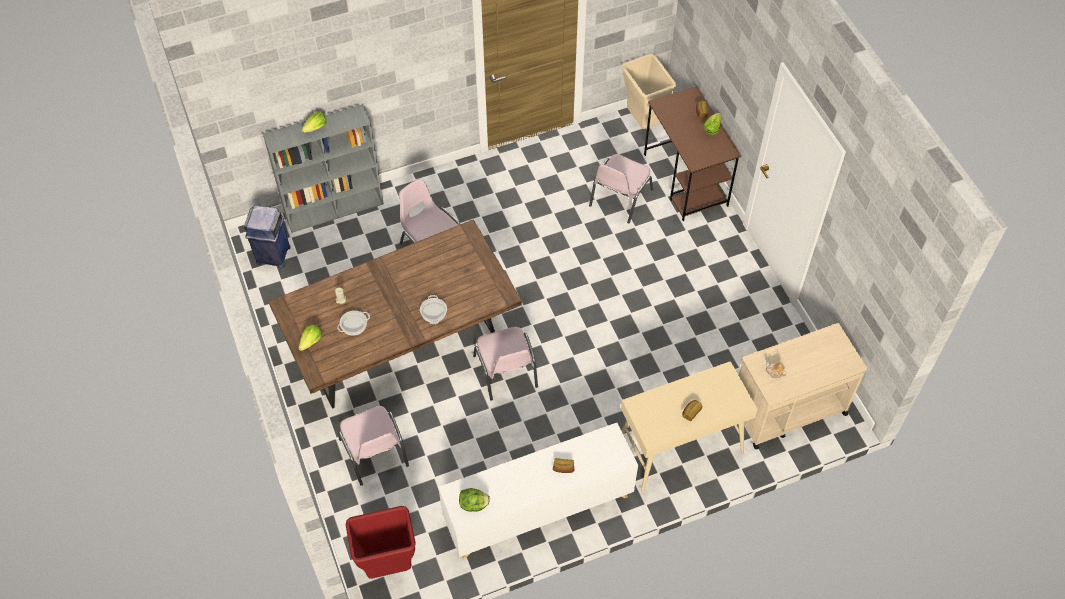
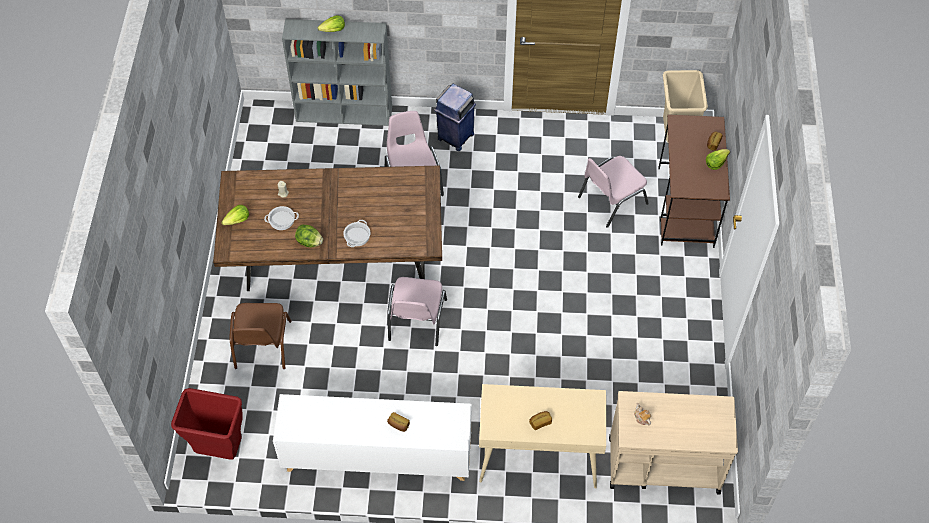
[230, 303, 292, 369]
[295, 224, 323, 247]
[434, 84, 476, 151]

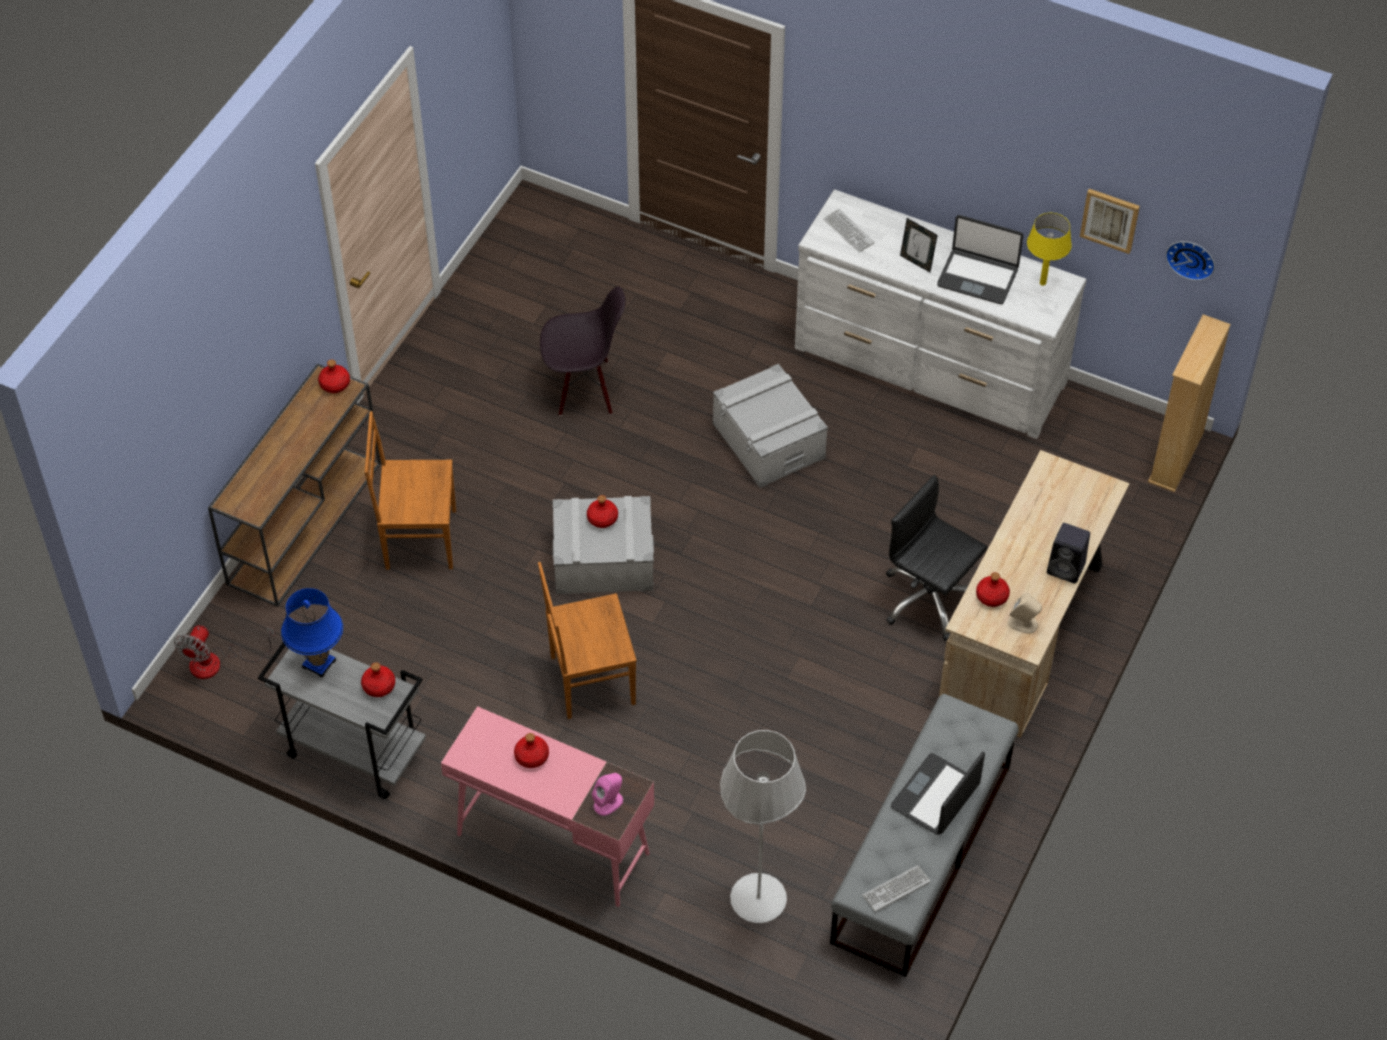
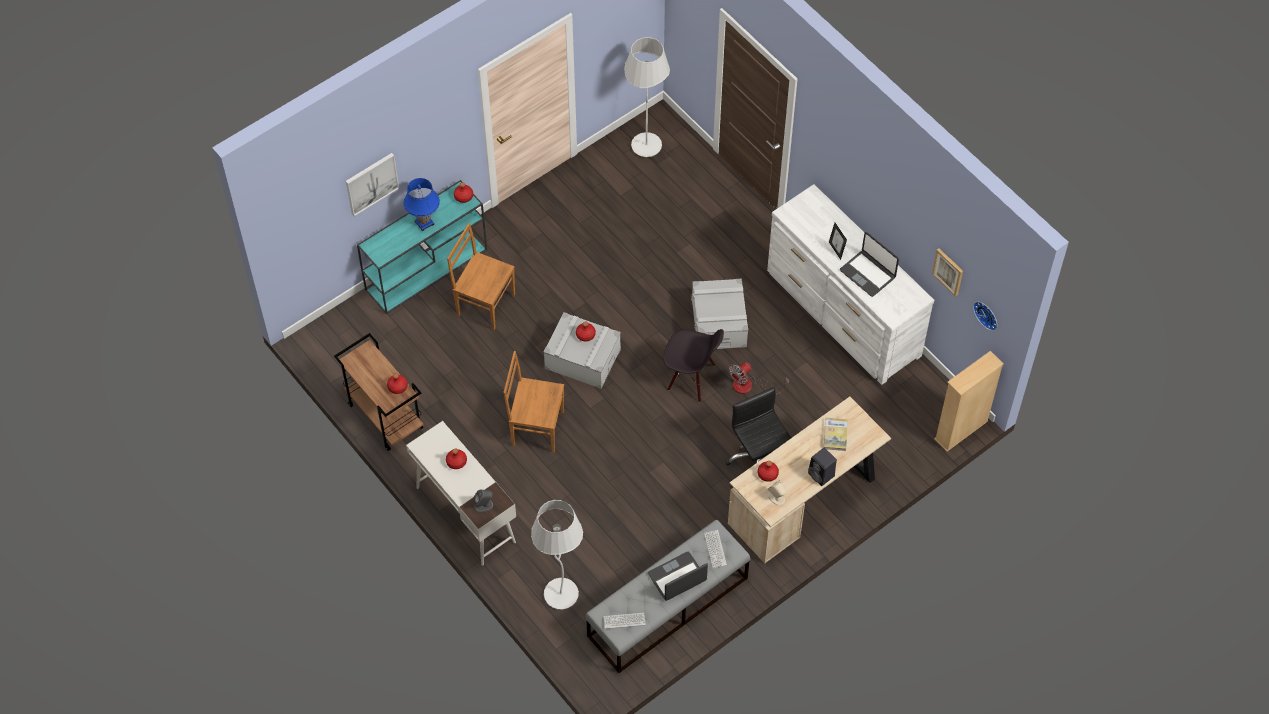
[334, 333, 423, 451]
[346, 153, 399, 216]
[357, 180, 487, 314]
[403, 178, 440, 231]
[406, 421, 516, 566]
[474, 490, 493, 512]
[624, 37, 670, 157]
[664, 329, 724, 402]
[704, 530, 727, 568]
[729, 362, 790, 394]
[824, 418, 848, 451]
[1027, 213, 1072, 286] (first image)

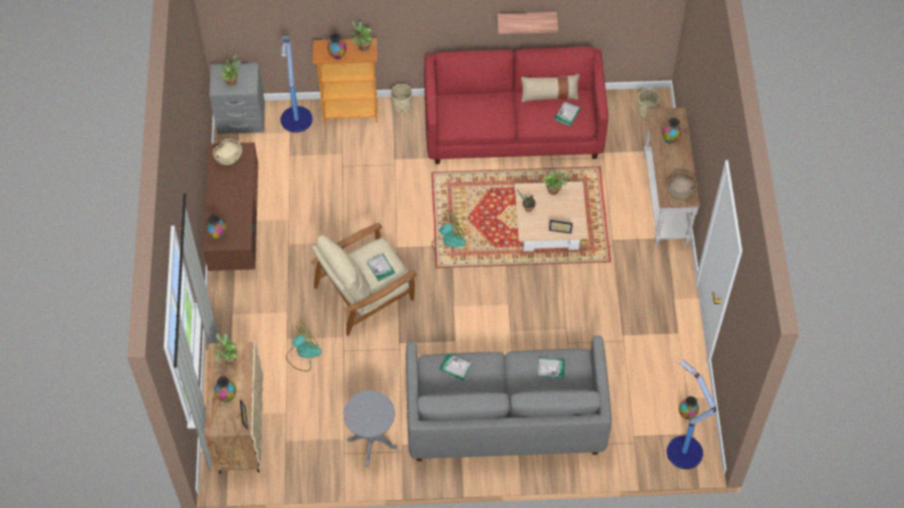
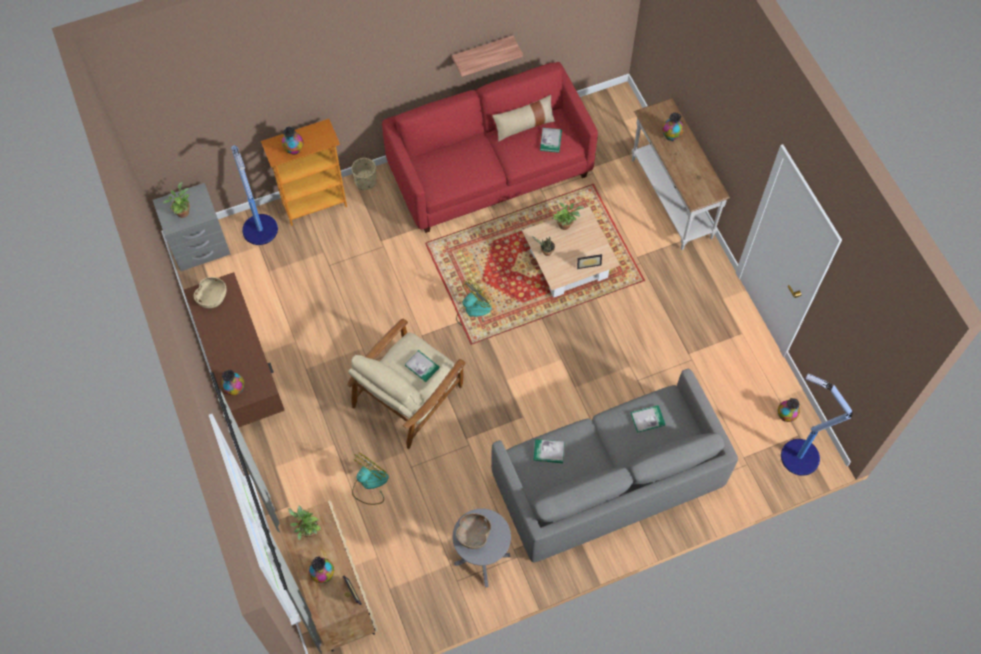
[456, 513, 491, 549]
[351, 21, 373, 51] (first image)
[637, 88, 660, 118] (first image)

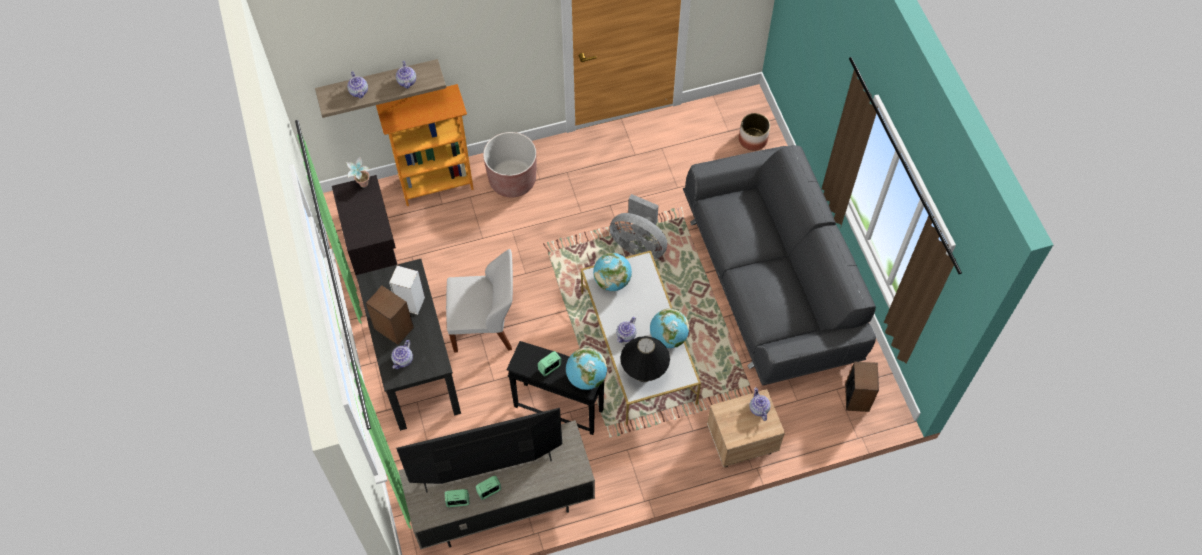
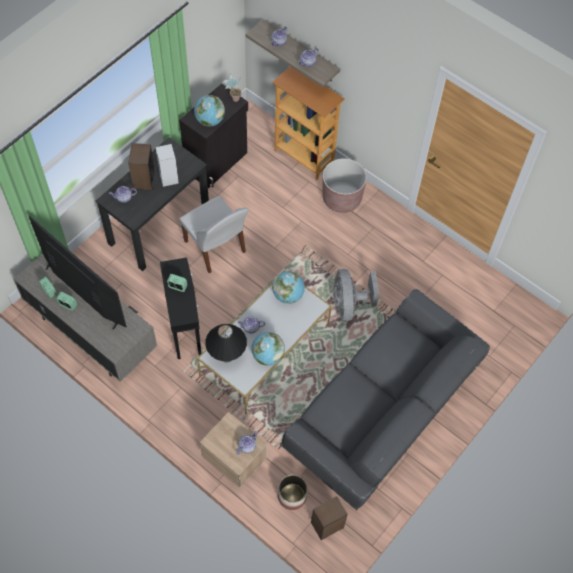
[194, 95, 225, 127]
[278, 475, 307, 510]

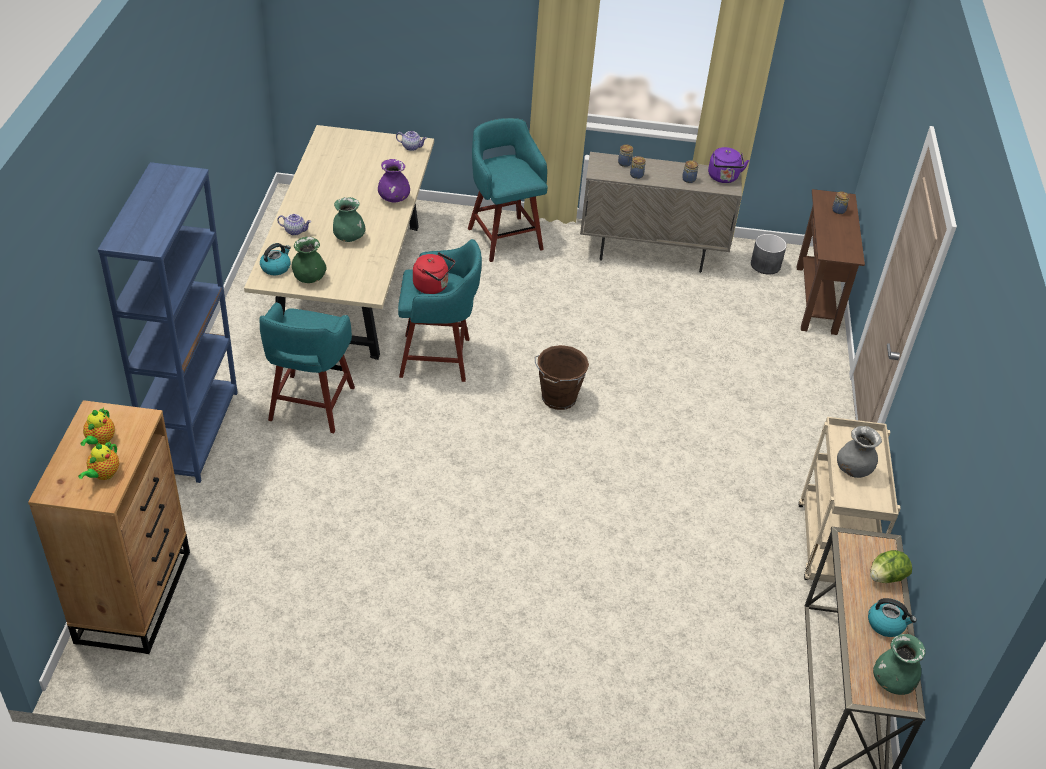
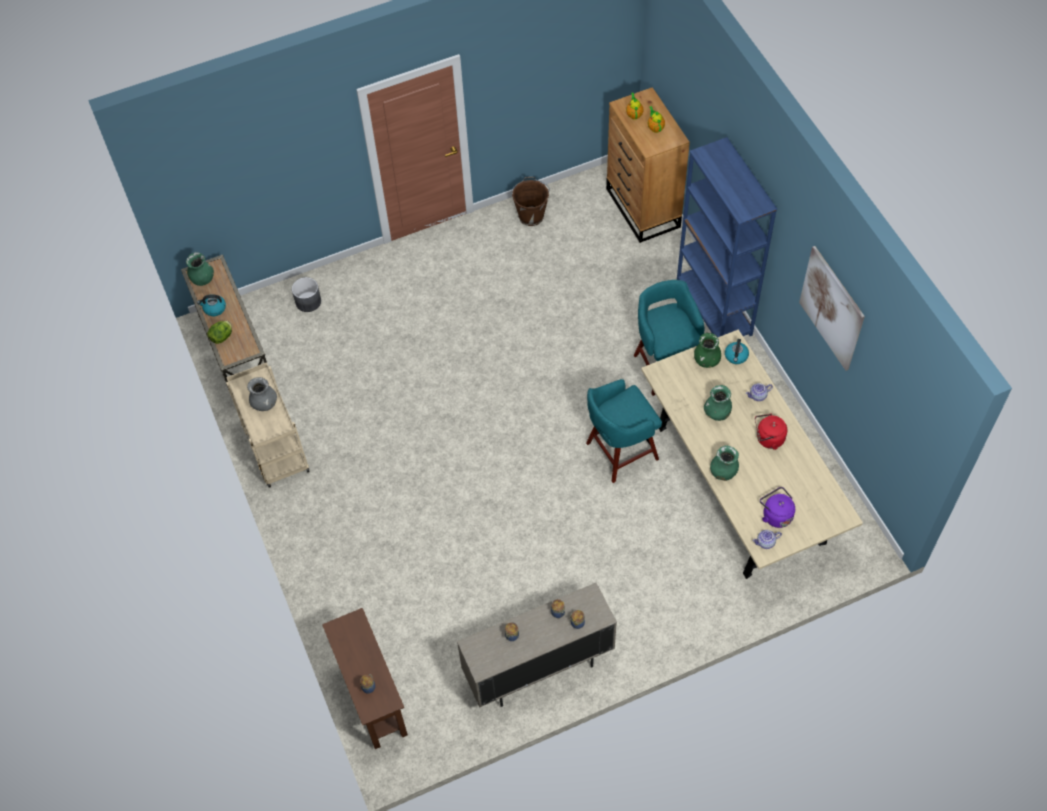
[292, 277, 321, 312]
[511, 176, 550, 226]
[710, 446, 739, 481]
[755, 414, 787, 450]
[760, 487, 795, 528]
[799, 246, 865, 371]
[468, 118, 548, 262] (first image)

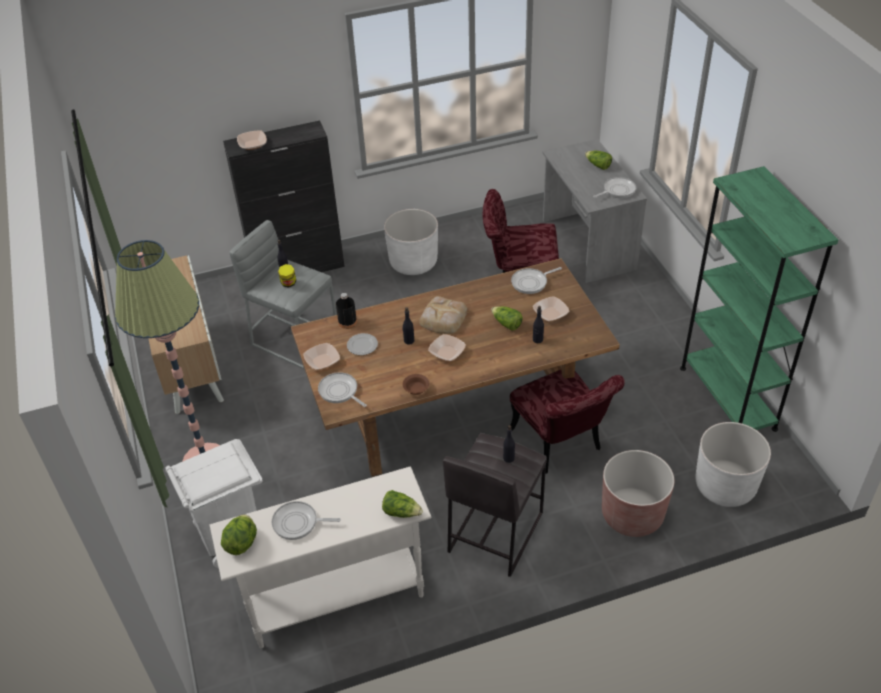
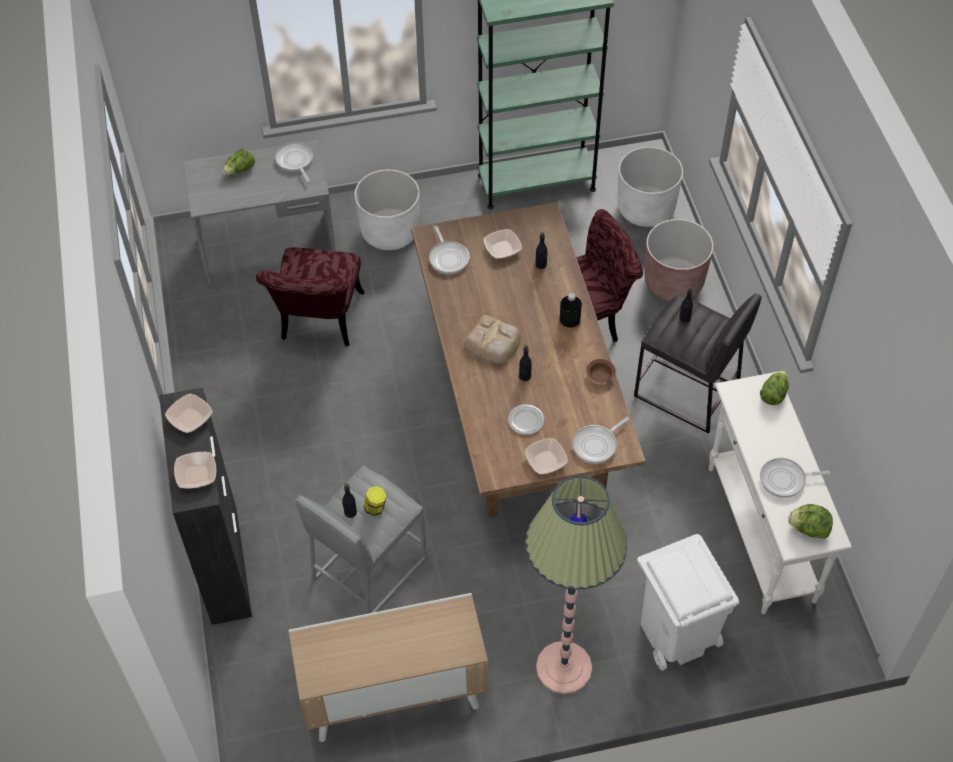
[165, 394, 213, 433]
[354, 169, 420, 250]
[559, 293, 582, 331]
[760, 458, 830, 498]
[491, 306, 523, 330] (first image)

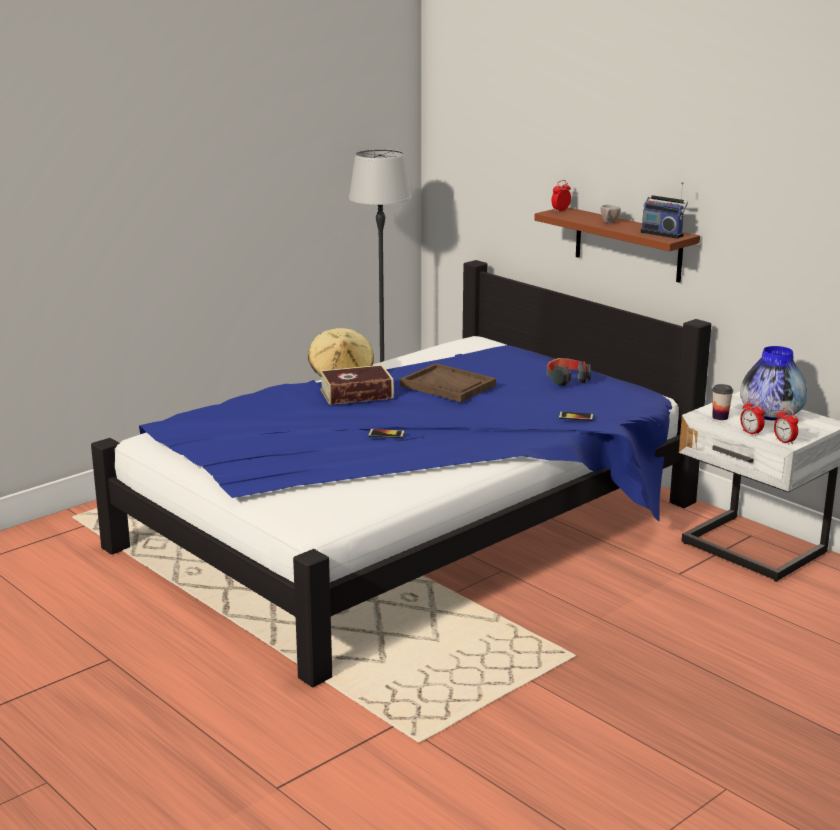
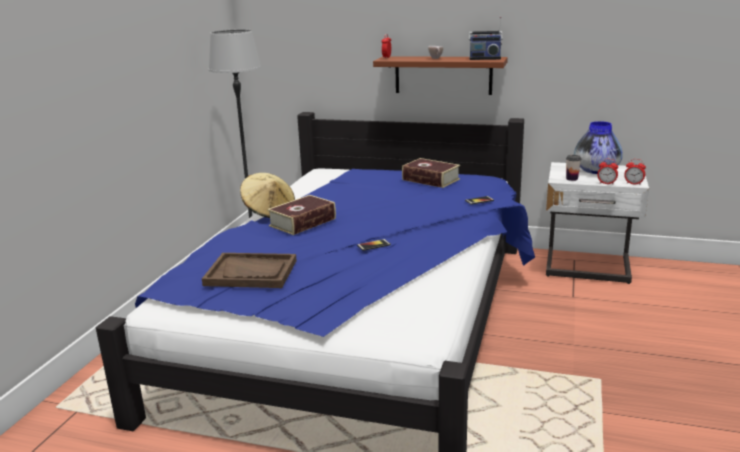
[202, 253, 297, 288]
[402, 158, 460, 188]

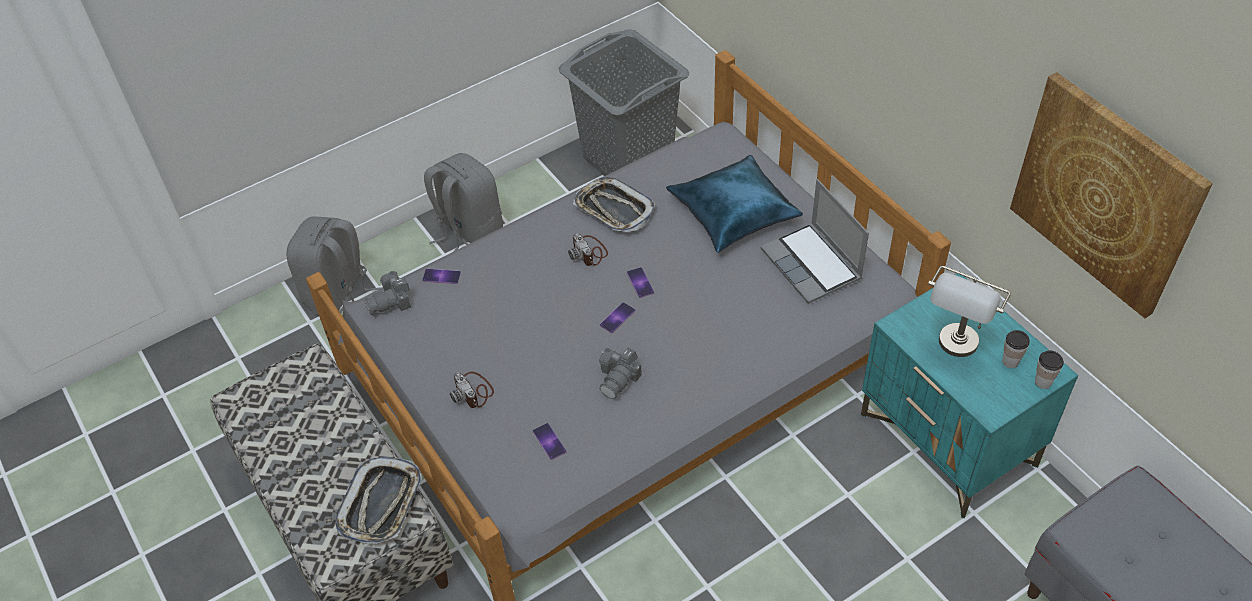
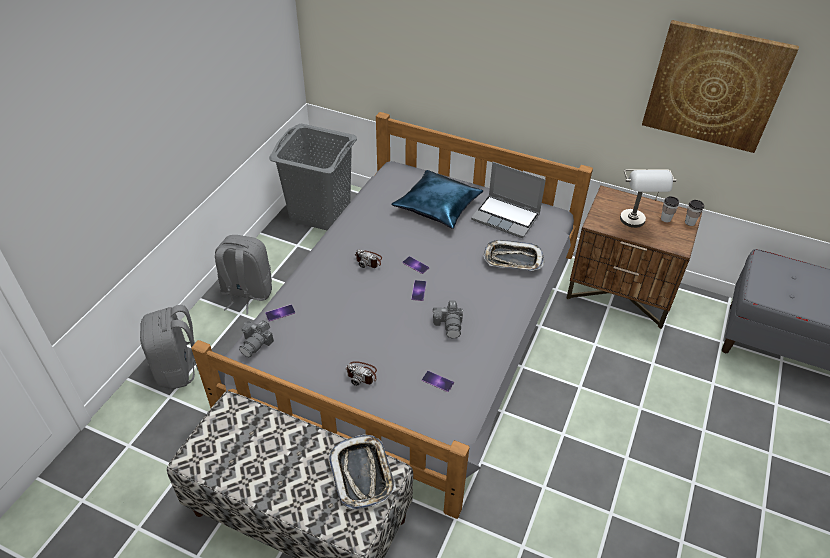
[483, 240, 545, 271]
[566, 185, 702, 329]

